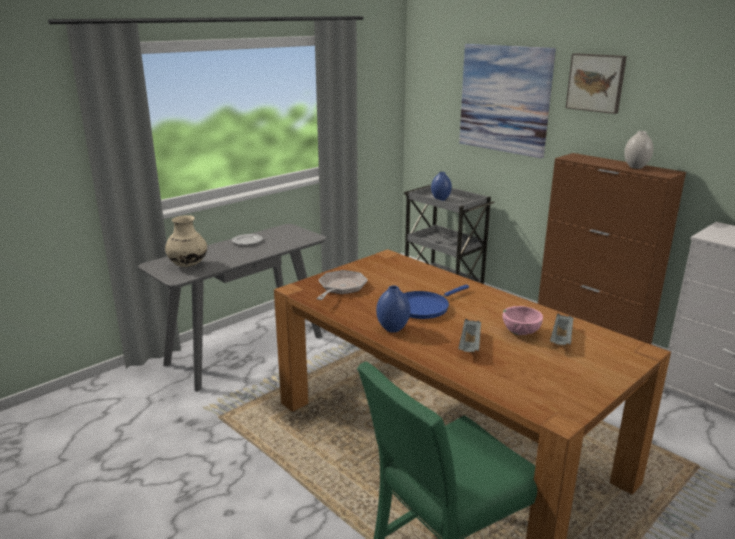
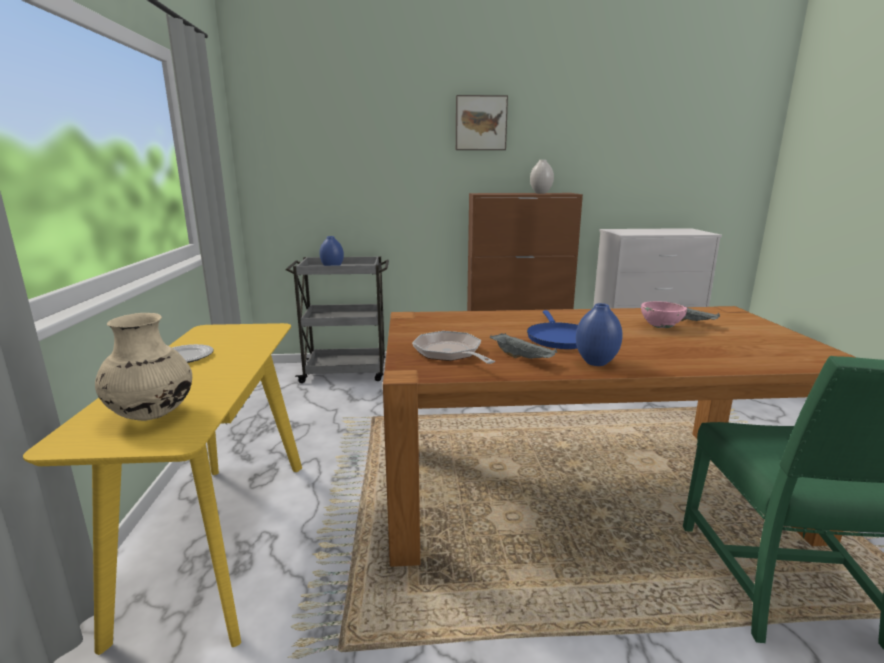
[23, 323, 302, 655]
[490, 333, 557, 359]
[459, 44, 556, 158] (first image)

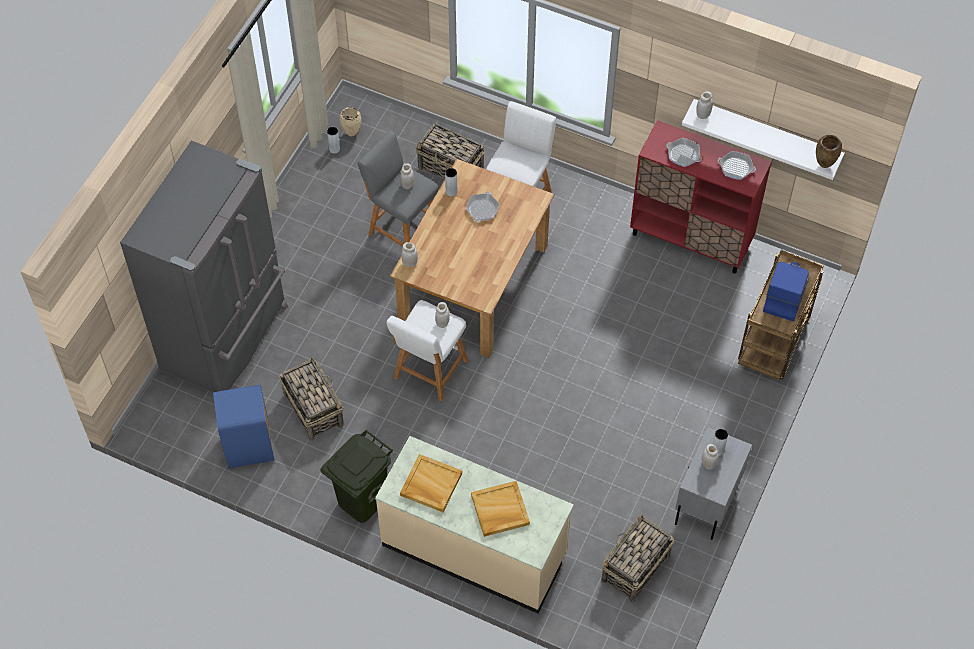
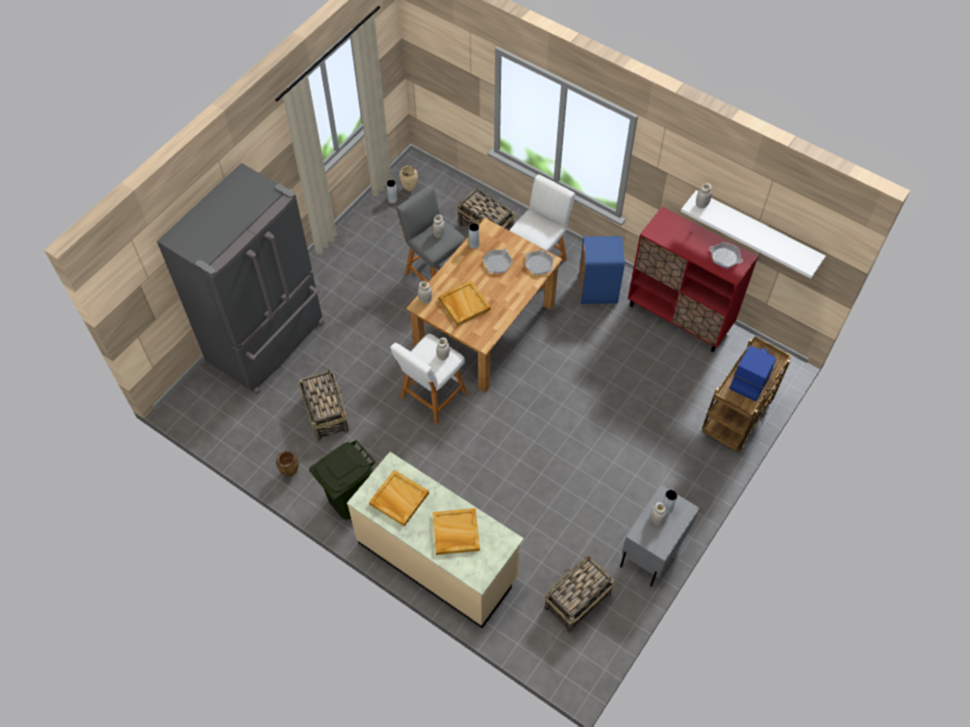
[276, 451, 299, 477]
[439, 280, 491, 326]
[525, 250, 554, 275]
[579, 236, 625, 304]

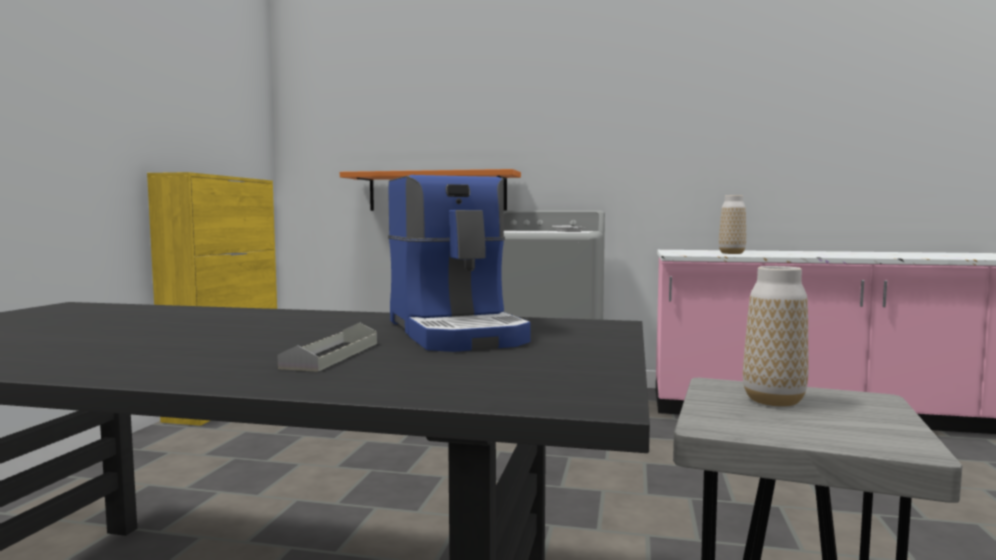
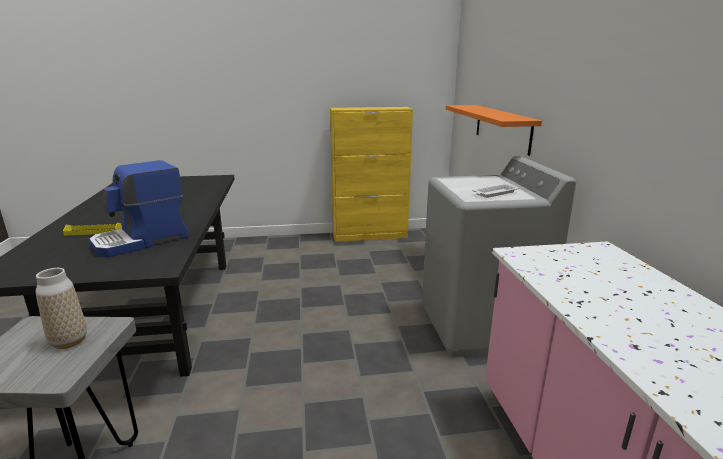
[63, 223, 122, 235]
[719, 195, 746, 254] (first image)

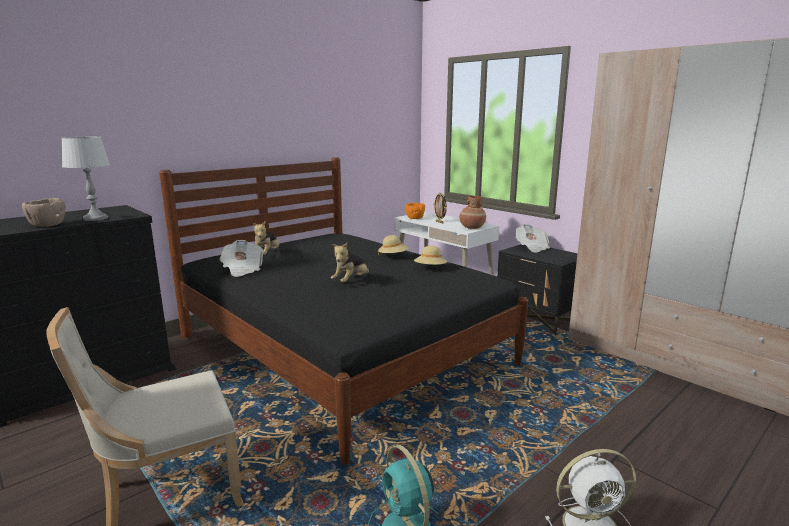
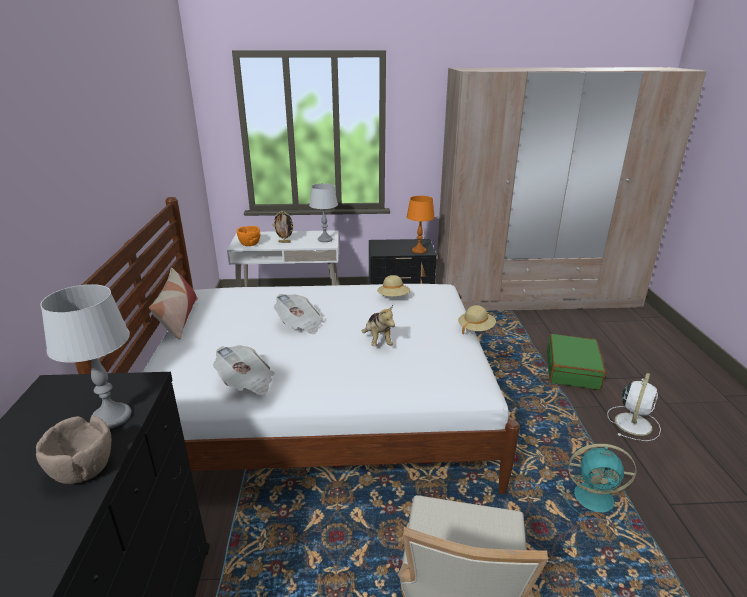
[75, 197, 520, 494]
[149, 268, 198, 340]
[274, 294, 323, 334]
[309, 183, 338, 242]
[407, 196, 435, 254]
[458, 305, 496, 334]
[547, 334, 606, 390]
[253, 221, 280, 255] (first image)

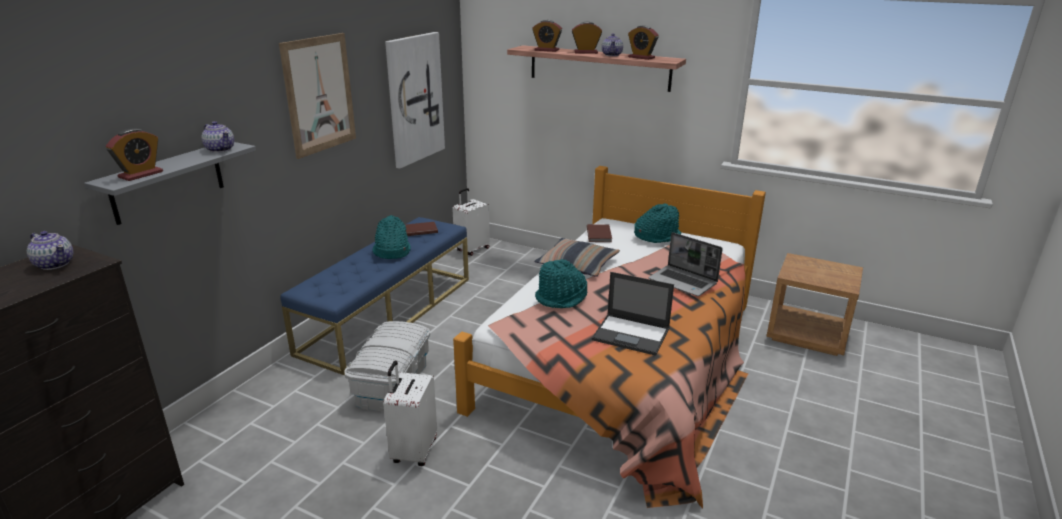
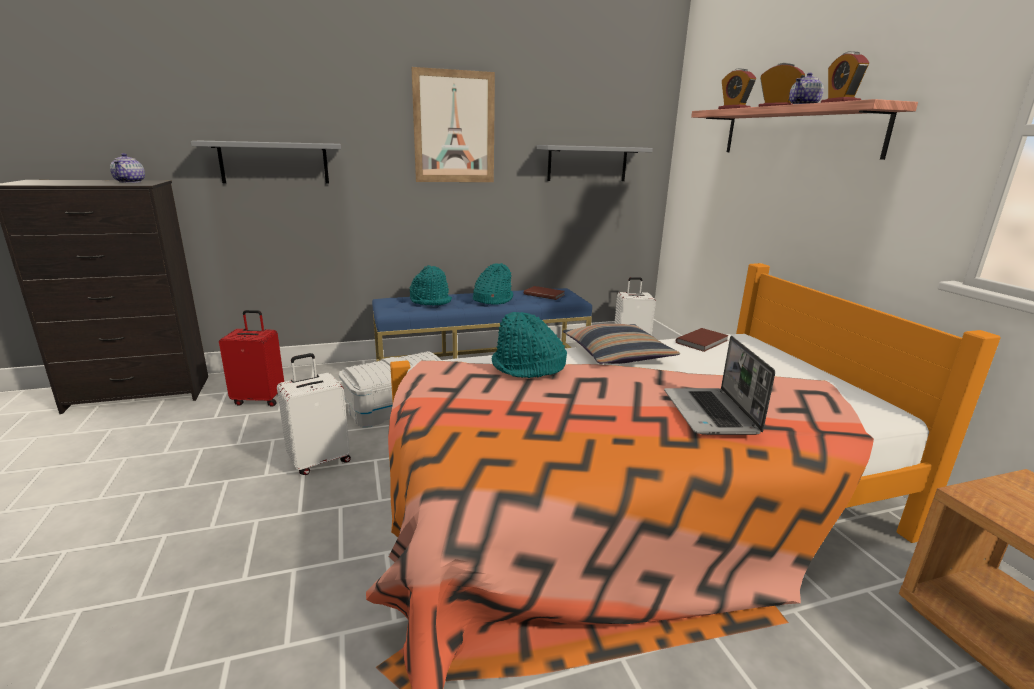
[219, 310, 284, 407]
[410, 265, 452, 305]
[537, 145, 653, 181]
[106, 128, 163, 181] (first image)
[201, 121, 234, 153] (first image)
[592, 272, 674, 356] (first image)

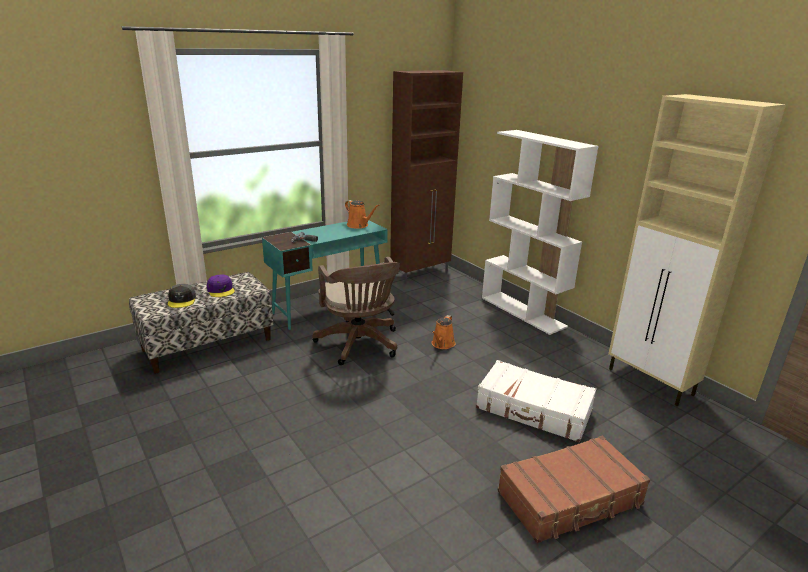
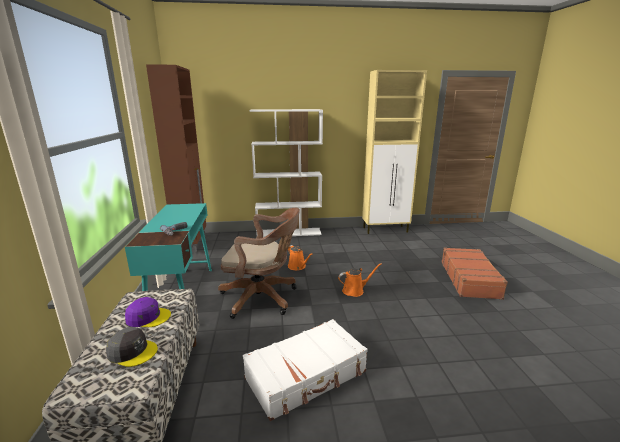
[243, 319, 368, 421]
[338, 263, 382, 297]

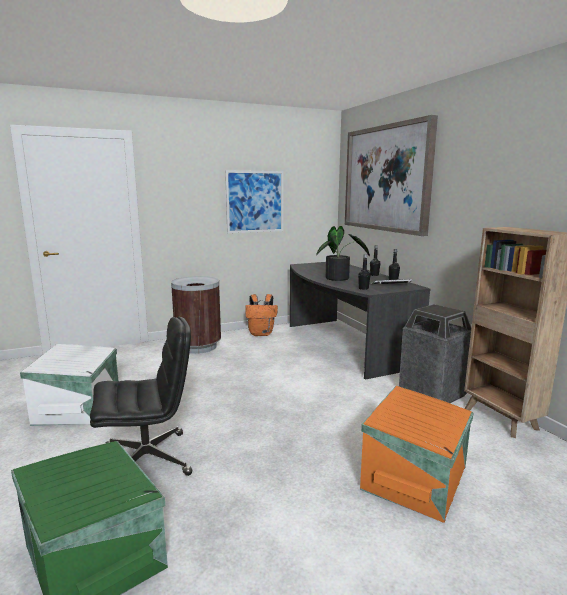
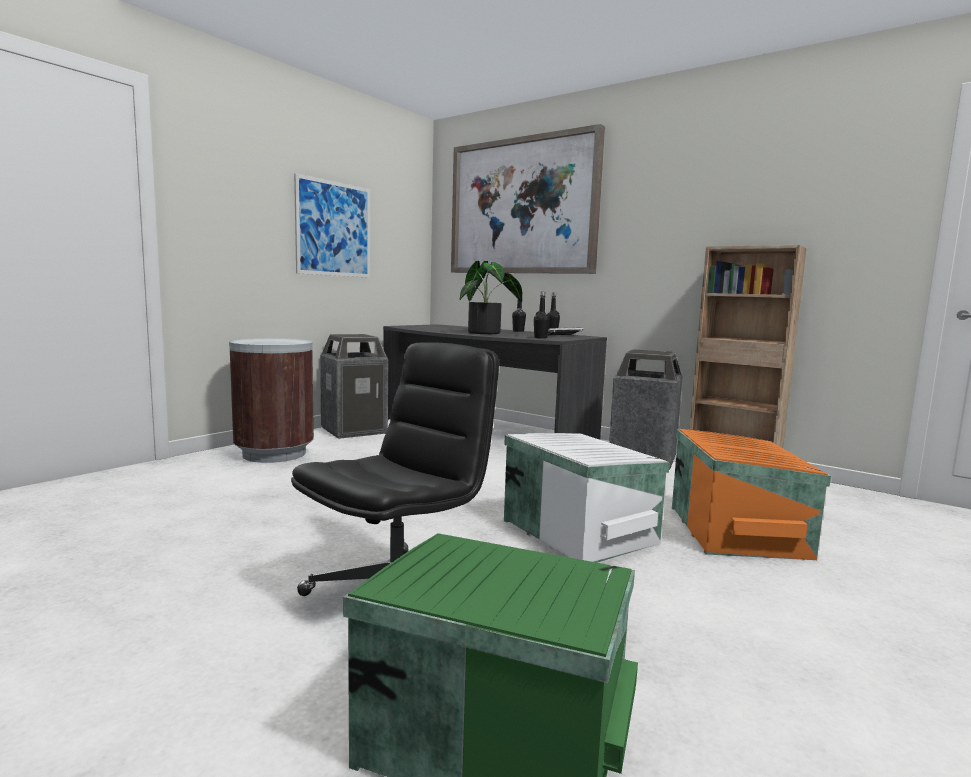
[320, 334, 388, 439]
[504, 433, 670, 563]

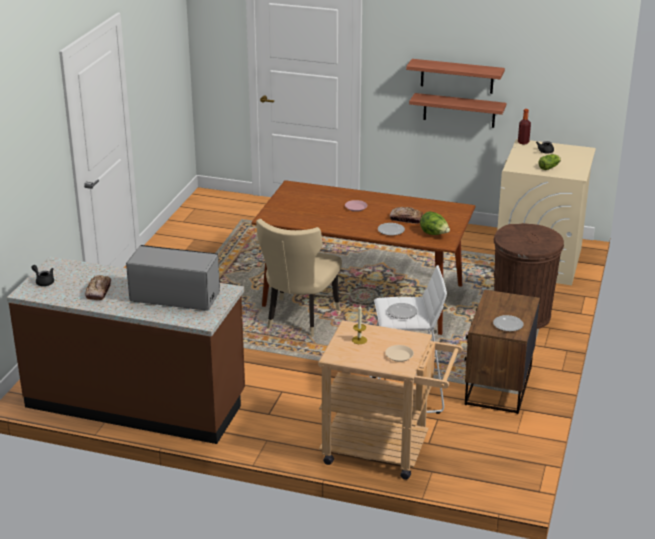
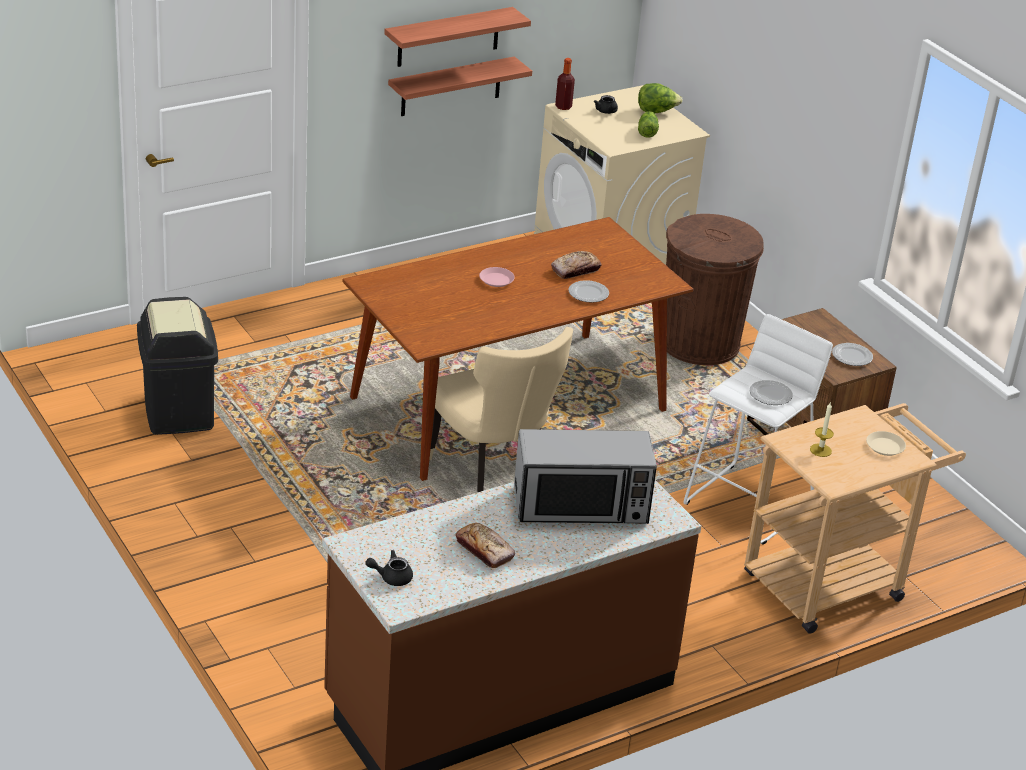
[137, 297, 218, 435]
[514, 429, 657, 524]
[638, 83, 683, 113]

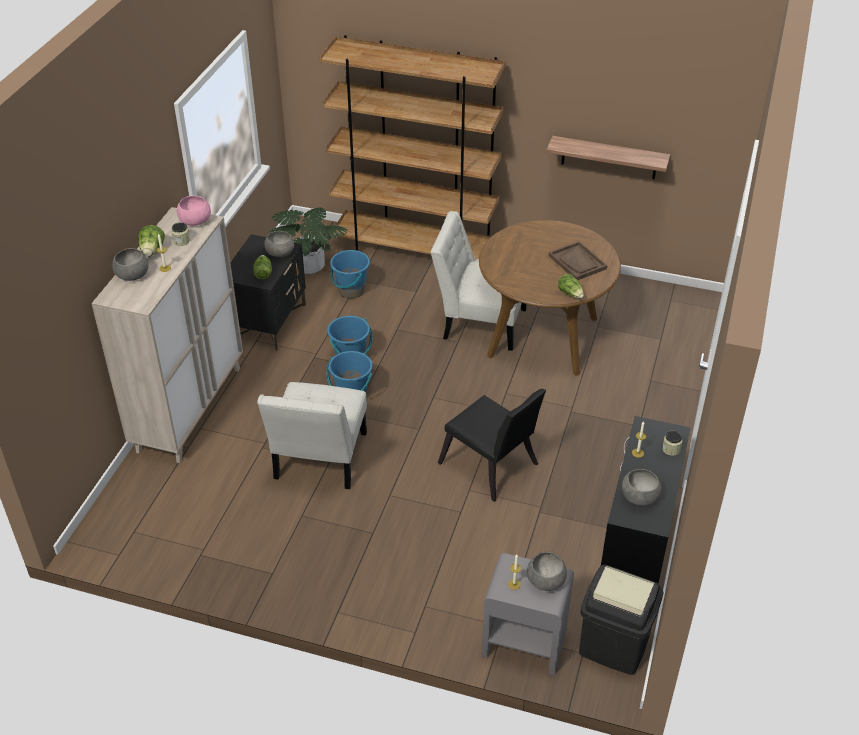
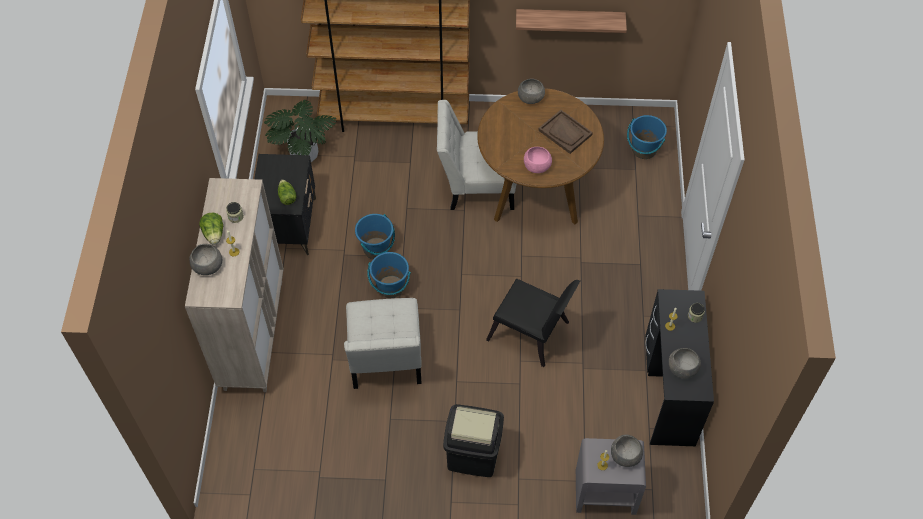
[443, 404, 504, 477]
[518, 79, 545, 104]
[524, 147, 552, 173]
[627, 115, 667, 159]
[558, 274, 584, 298] (first image)

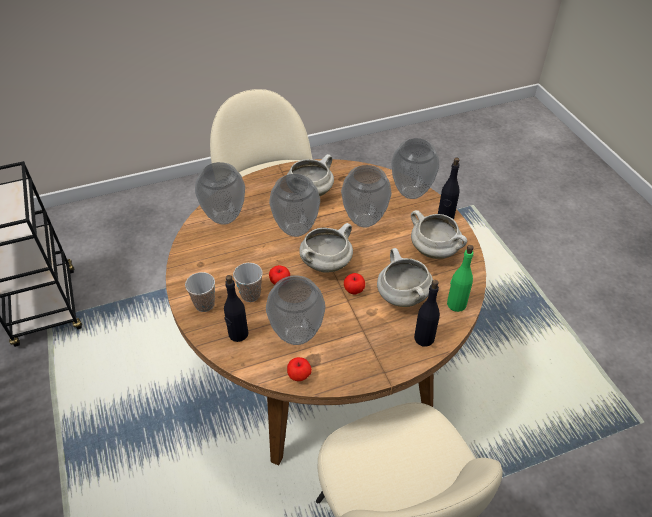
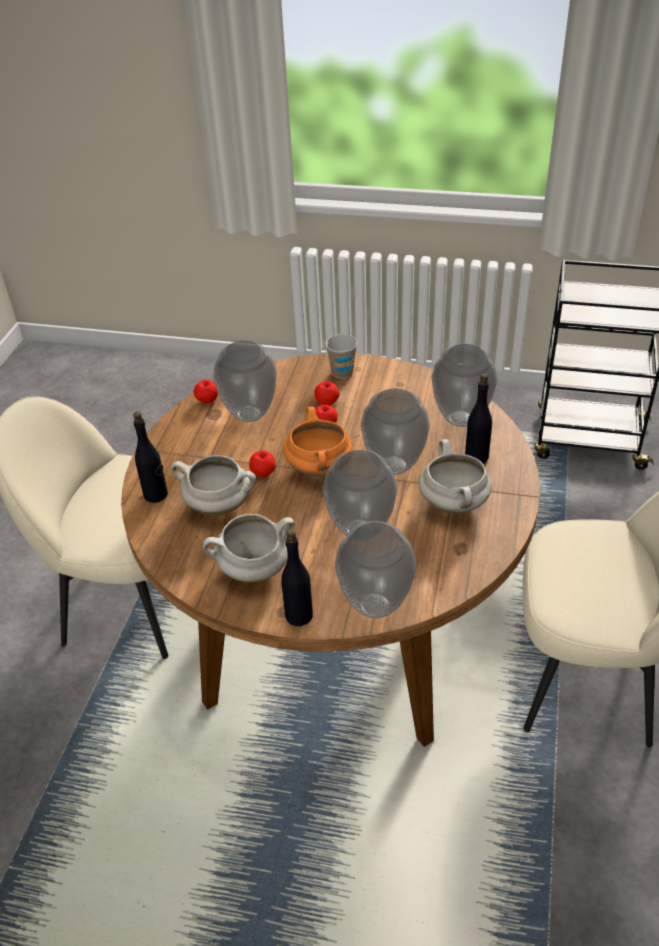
[283, 407, 353, 477]
[315, 381, 340, 406]
[465, 374, 492, 464]
[447, 245, 474, 312] (first image)

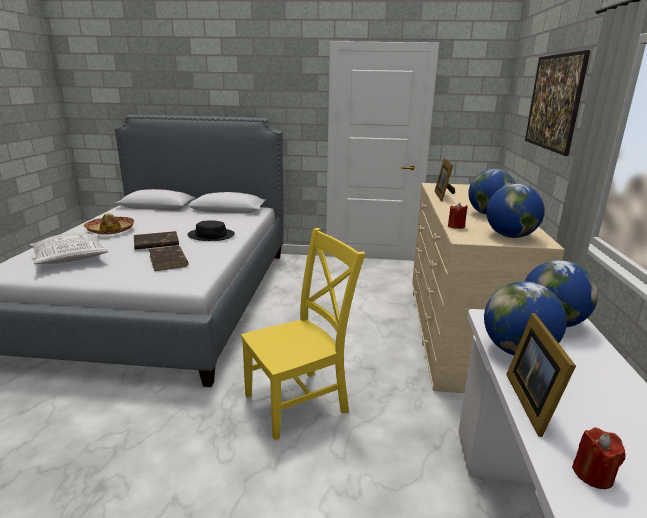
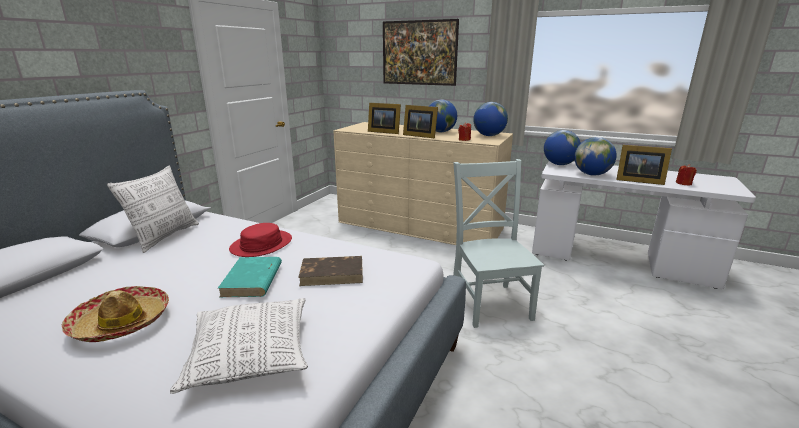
[107, 166, 199, 253]
[217, 257, 282, 297]
[229, 223, 292, 257]
[403, 105, 438, 138]
[453, 159, 544, 328]

